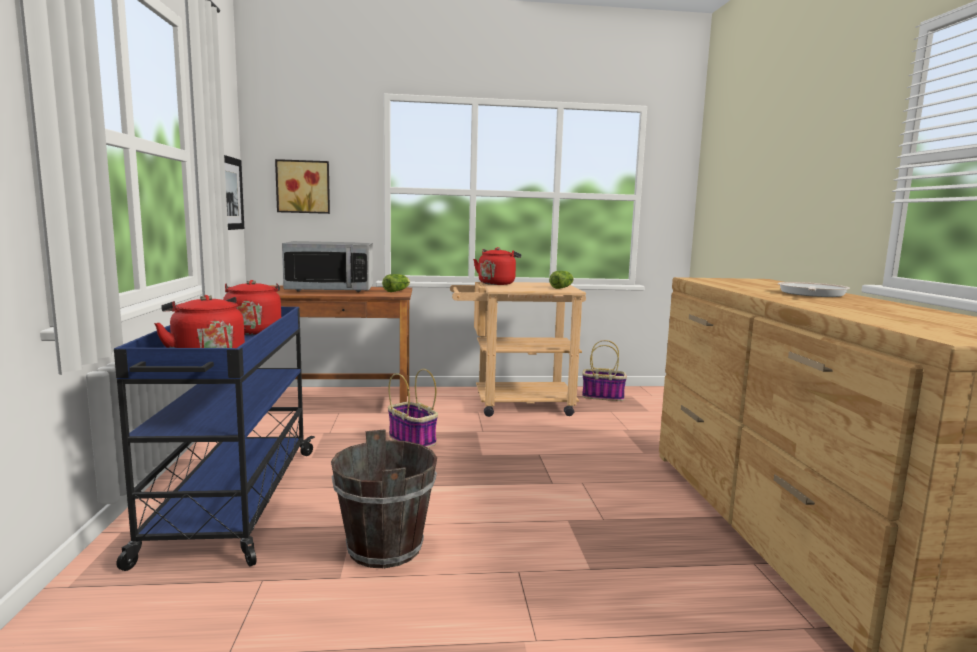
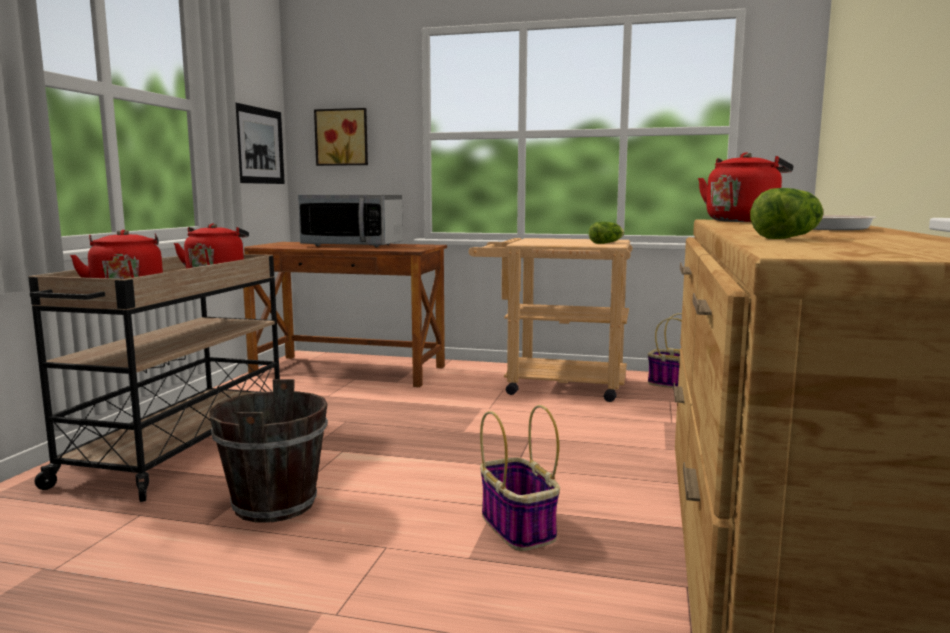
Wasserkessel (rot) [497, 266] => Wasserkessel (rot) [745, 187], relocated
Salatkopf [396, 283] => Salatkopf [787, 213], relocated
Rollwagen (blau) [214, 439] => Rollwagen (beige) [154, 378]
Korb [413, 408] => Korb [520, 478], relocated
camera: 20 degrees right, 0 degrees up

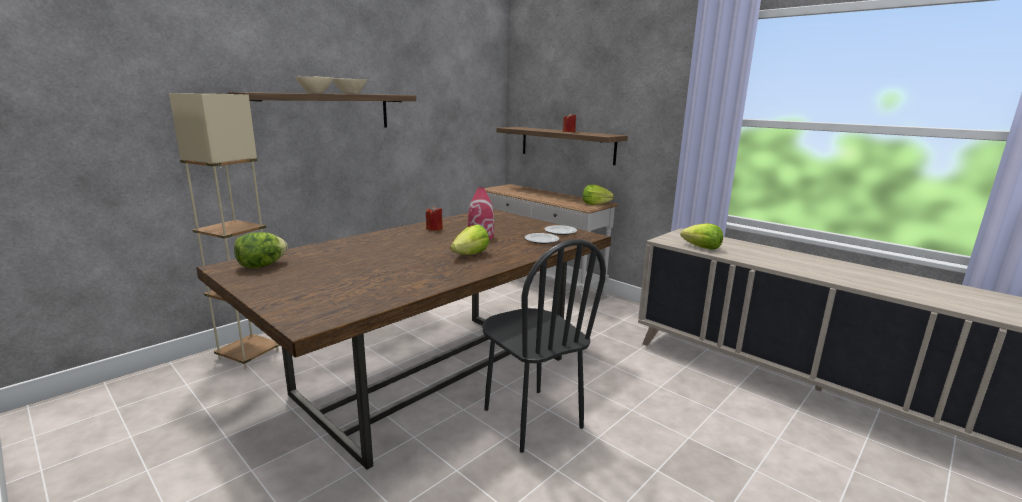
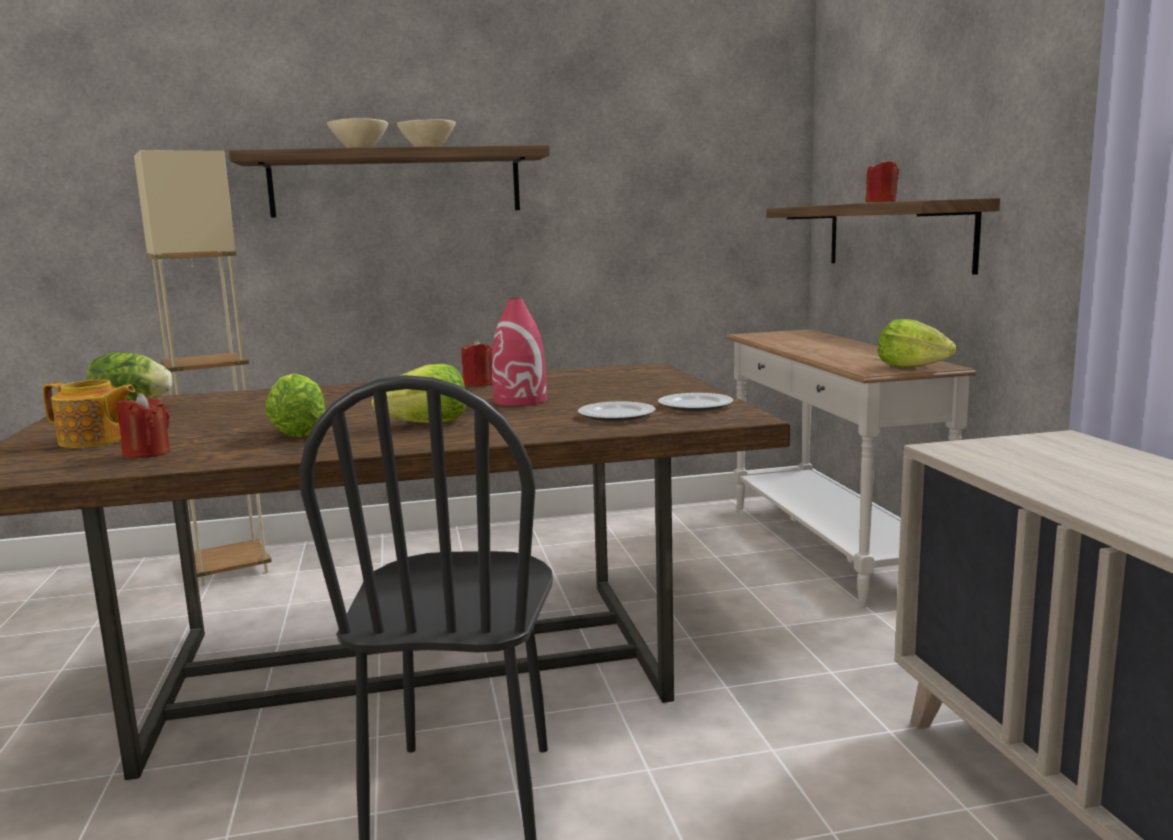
Salatkopf [701, 236] => Salatkopf [295, 405], relocated
nothing => Teekanne [89, 414]
nothing => Kerze (rot) [143, 425]
camera: 35 degrees right, 5 degrees down

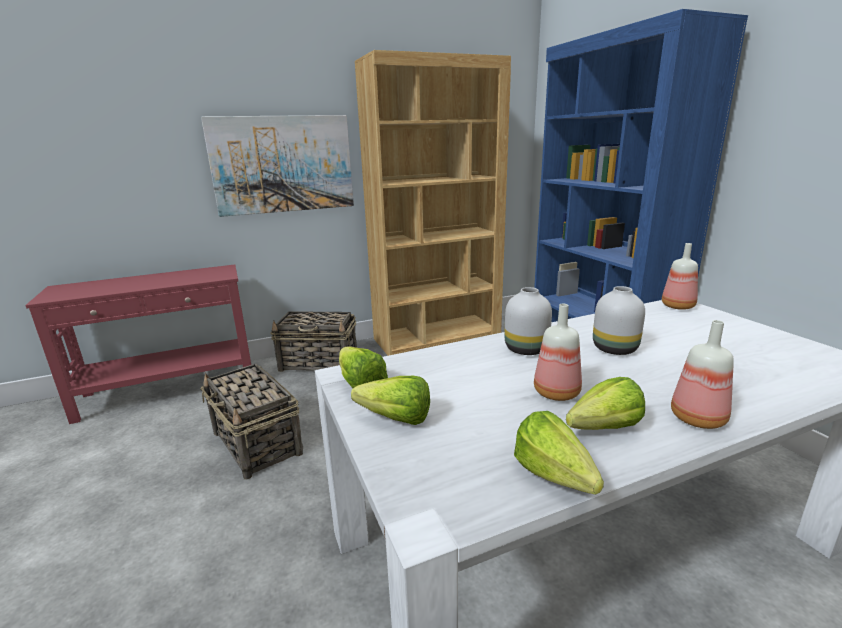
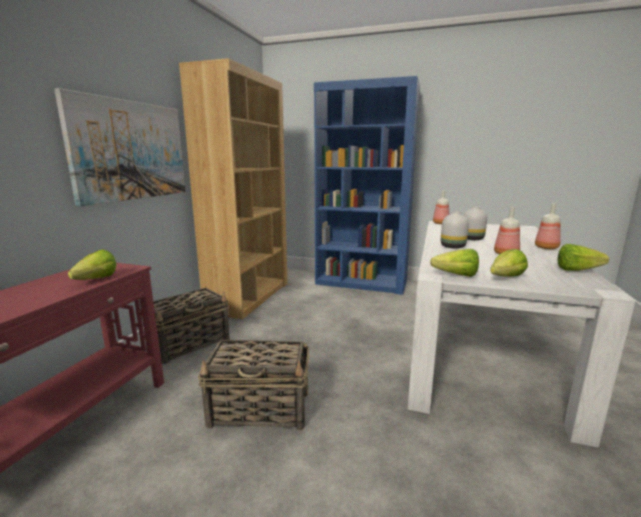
Salatkopf [605, 403] => Salatkopf [92, 264], relocated
camera: 50 degrees left, 5 degrees down

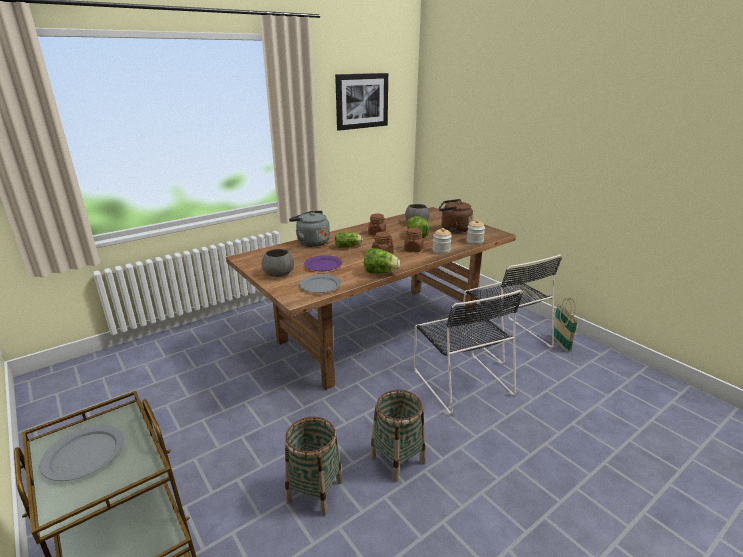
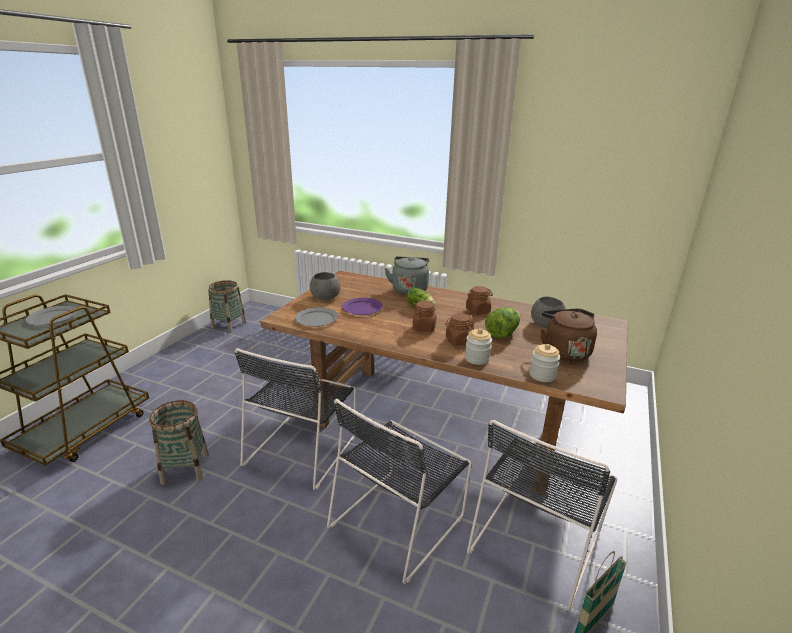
Bild [361, 102] => nothing
Salatkopf [382, 261] => nothing
Korb [397, 436] => Korb [227, 306], relocated
nothing => Stuhl (schwarz) [295, 419]
camera: 60 degrees right, 0 degrees up

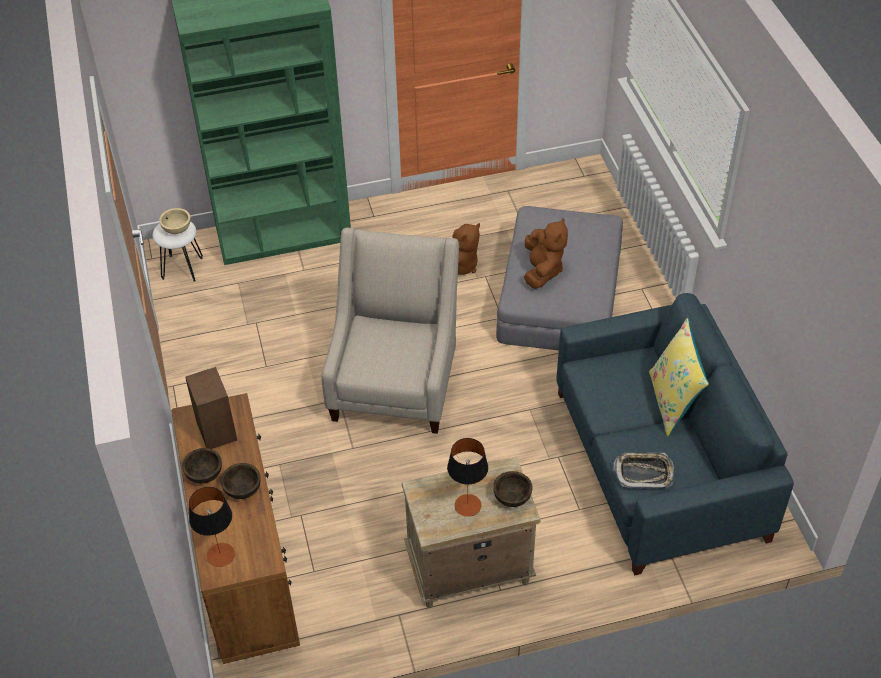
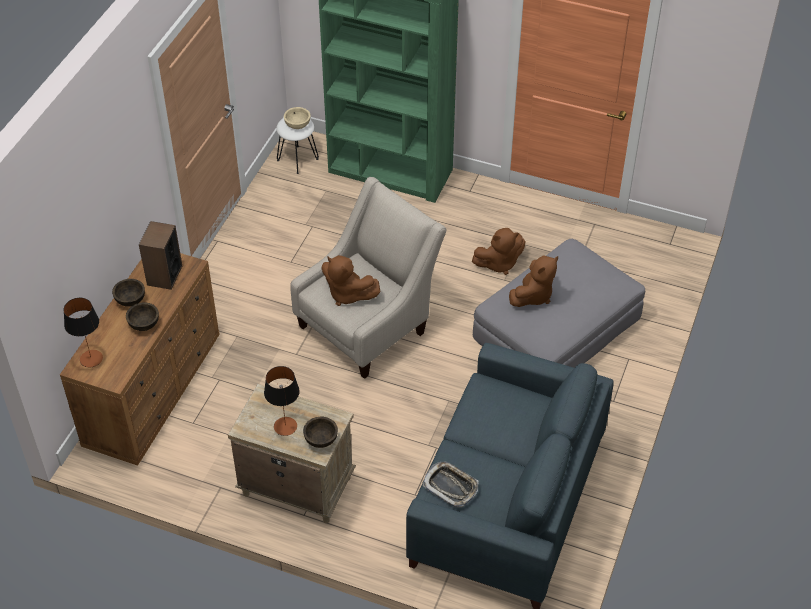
Kissen (gelb) [679, 377] => nothing
nothing => Plüschtier (braun) [350, 280]
camera: 35 degrees right, 0 degrees up

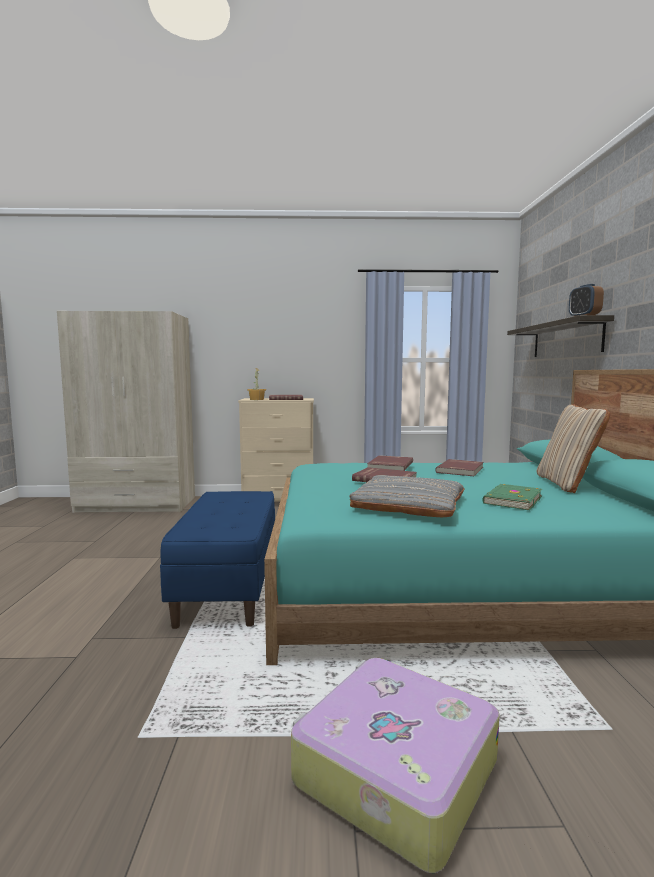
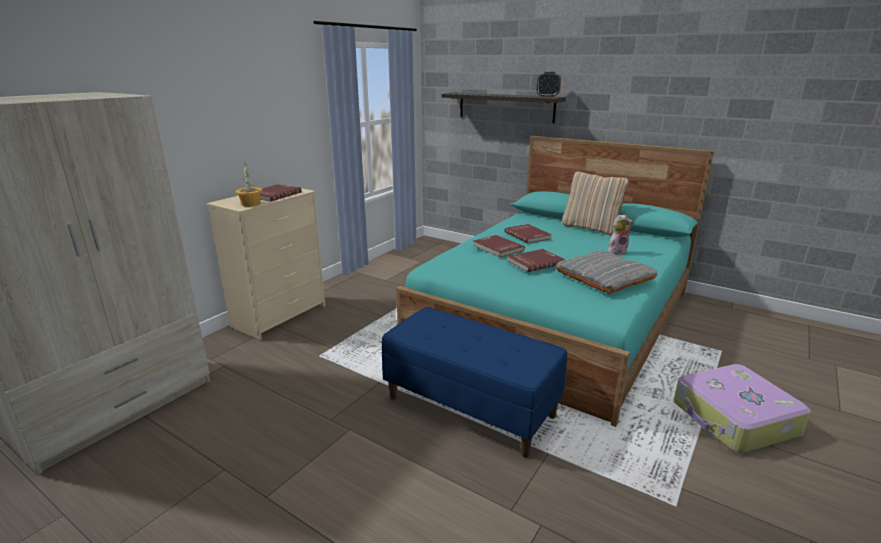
Buch (grün) [512, 497] => Plüschtier [621, 234]
camera: 55 degrees left, 15 degrees up

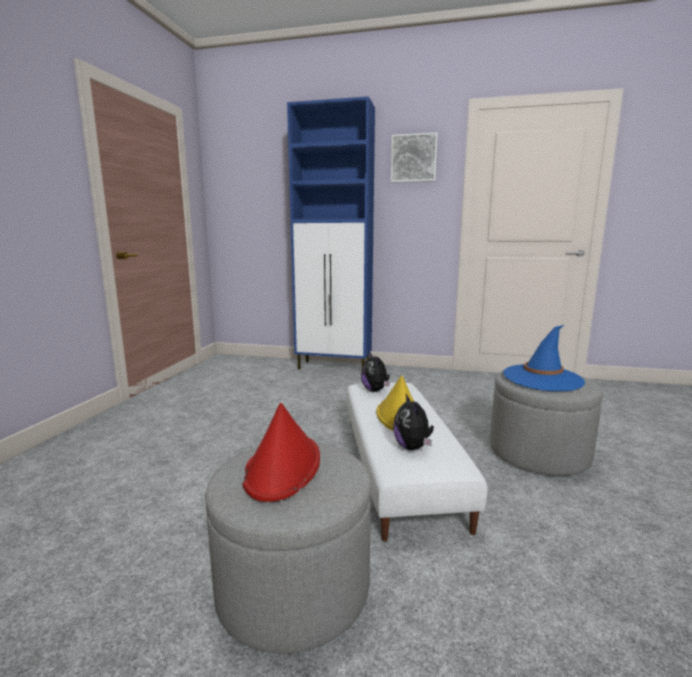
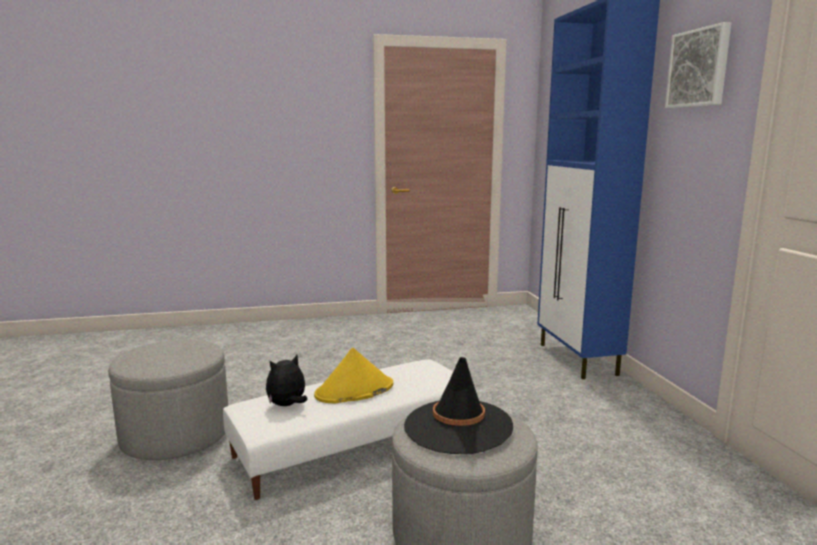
Hut (blau) [544, 358] => Hut (schwarz) [458, 405]
Plüschtier [375, 372] => nothing
Hut (rot) [281, 452] => nothing
camera: 65 degrees right, 0 degrees up

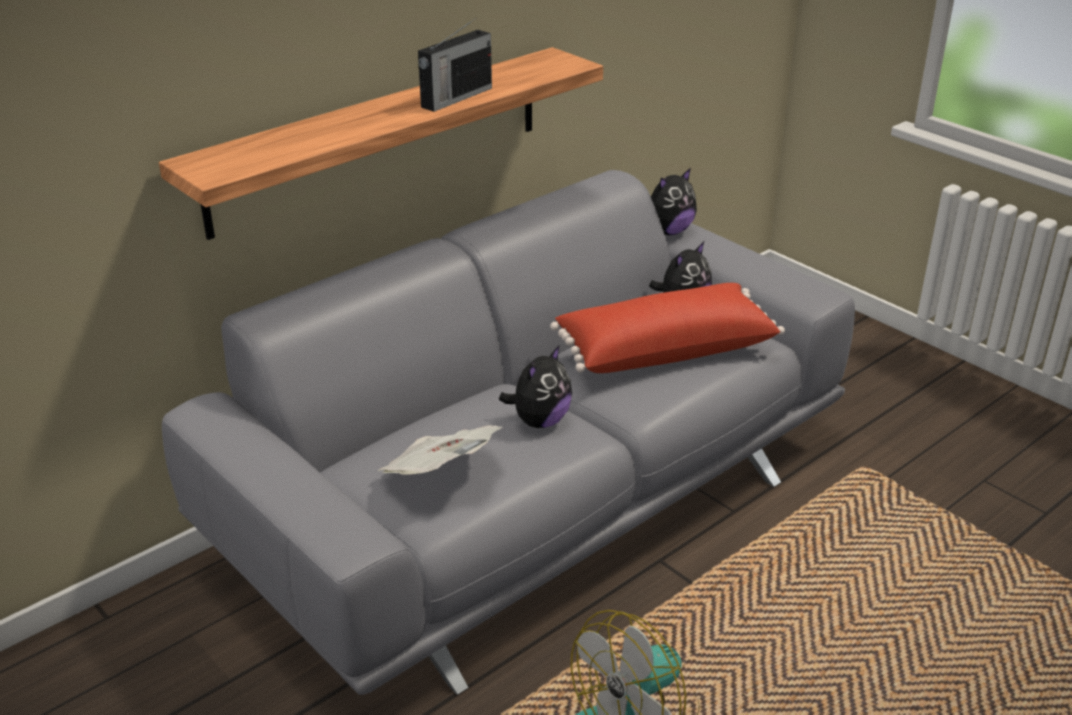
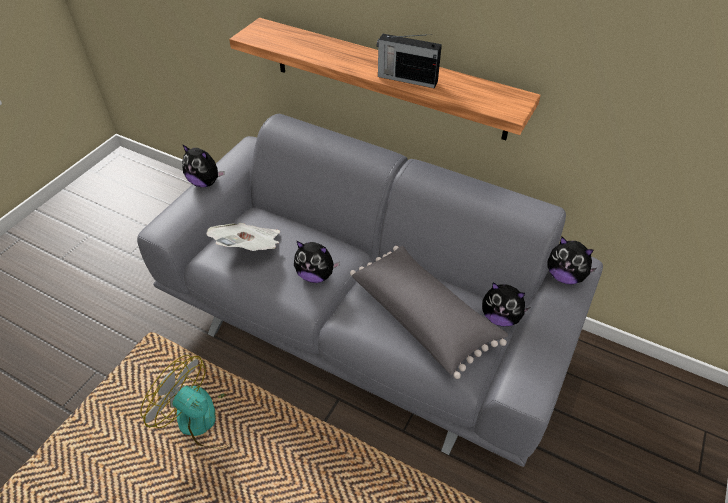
Kissen (rot) [667, 328] => Kissen (grau) [429, 312]
nothing => Plüschtier [203, 165]
camera: 70 degrees right, 15 degrees up

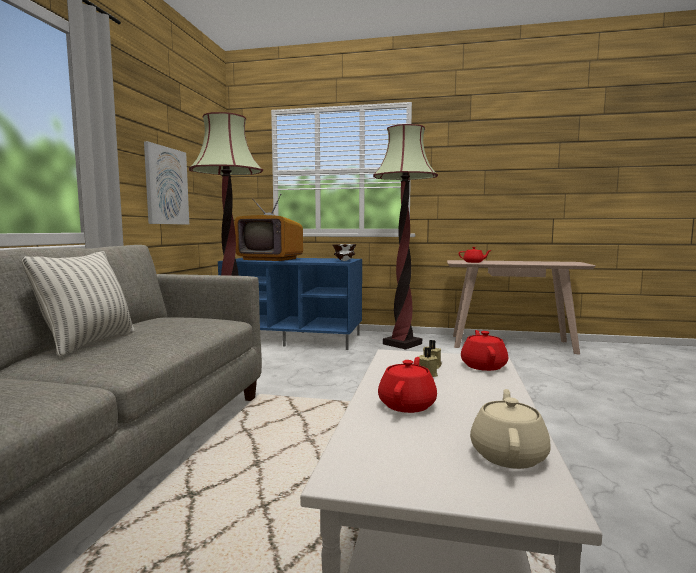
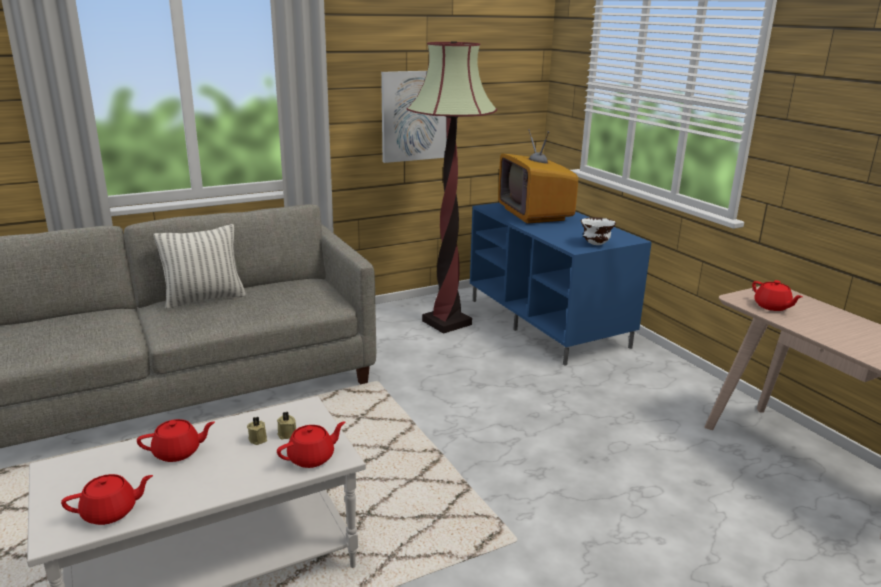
Stehlampe [405, 237] => nothing
Teekanne (beige) [510, 429] => Teekanne (rot) [107, 499]
camera: 50 degrees right, 15 degrees up

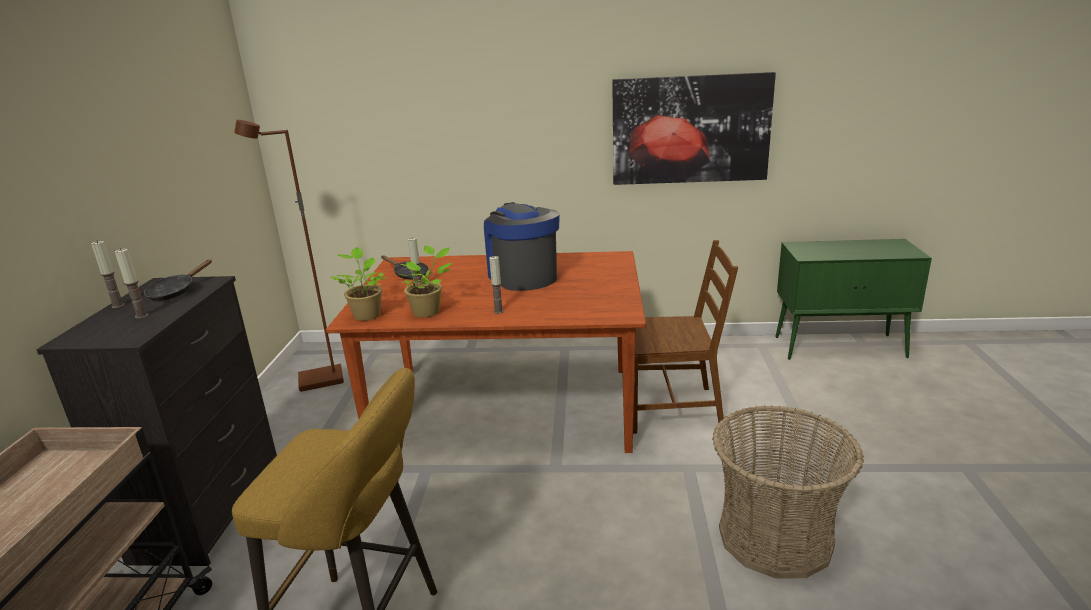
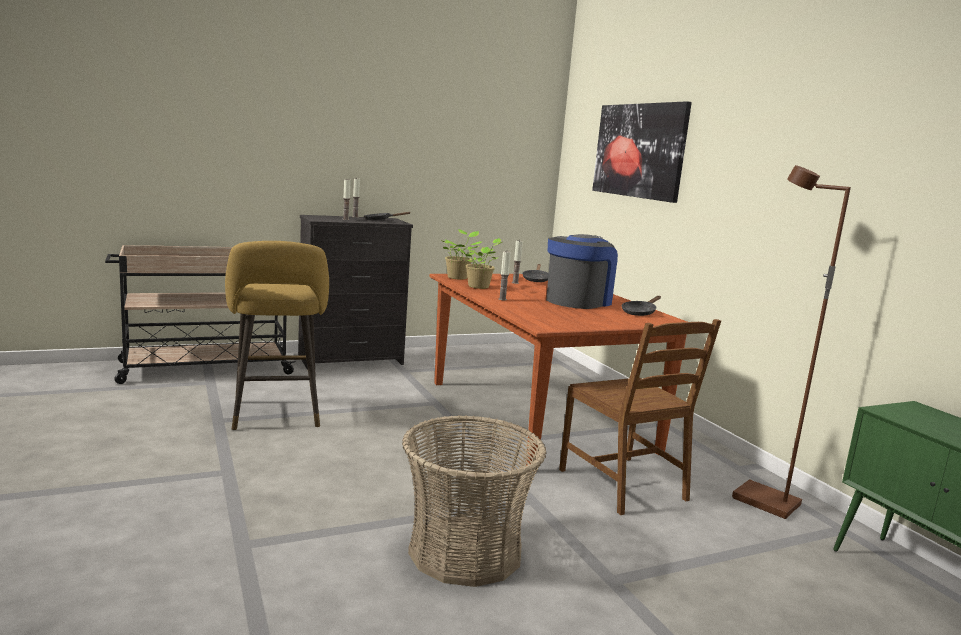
Bild [694, 128] => Bild [642, 152], relocated
Stehlampe (braun) [289, 256] => Stehlampe (braun) [791, 342], relocated
nothing => Pfanne (schwarz) [641, 306]
camera: 60 degrees right, 10 degrees down

